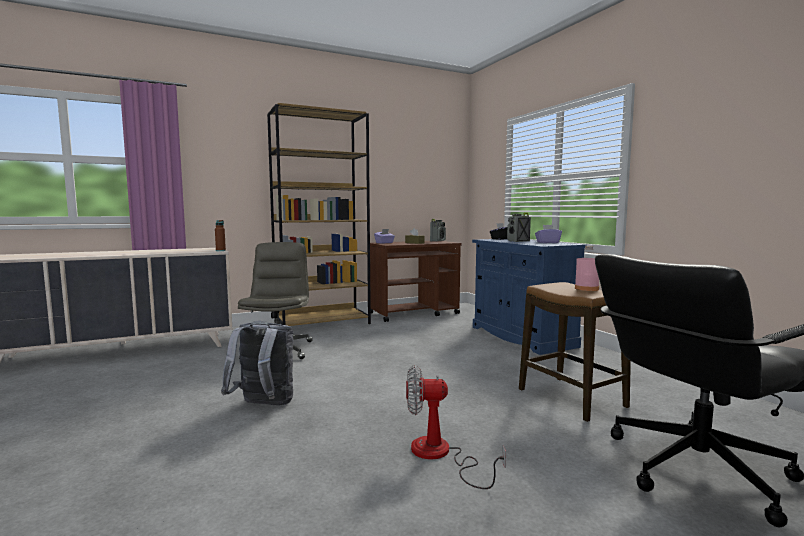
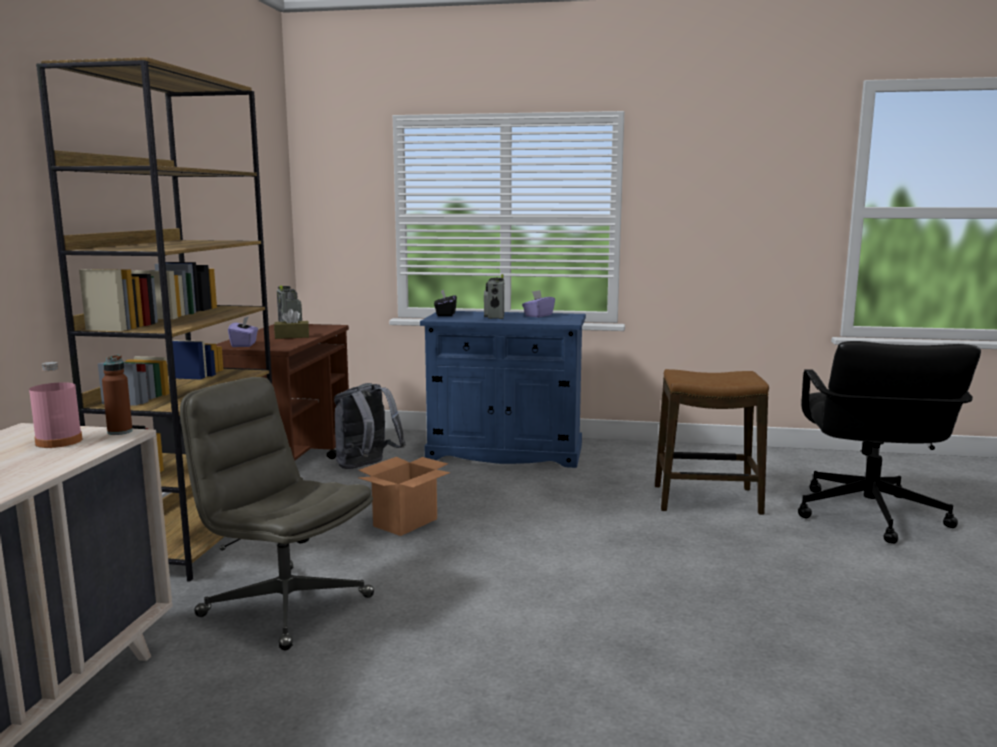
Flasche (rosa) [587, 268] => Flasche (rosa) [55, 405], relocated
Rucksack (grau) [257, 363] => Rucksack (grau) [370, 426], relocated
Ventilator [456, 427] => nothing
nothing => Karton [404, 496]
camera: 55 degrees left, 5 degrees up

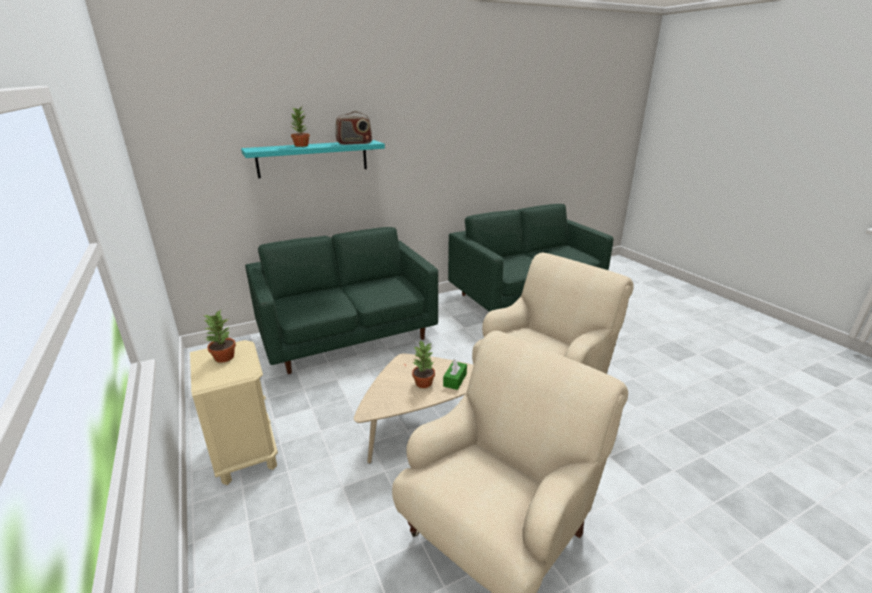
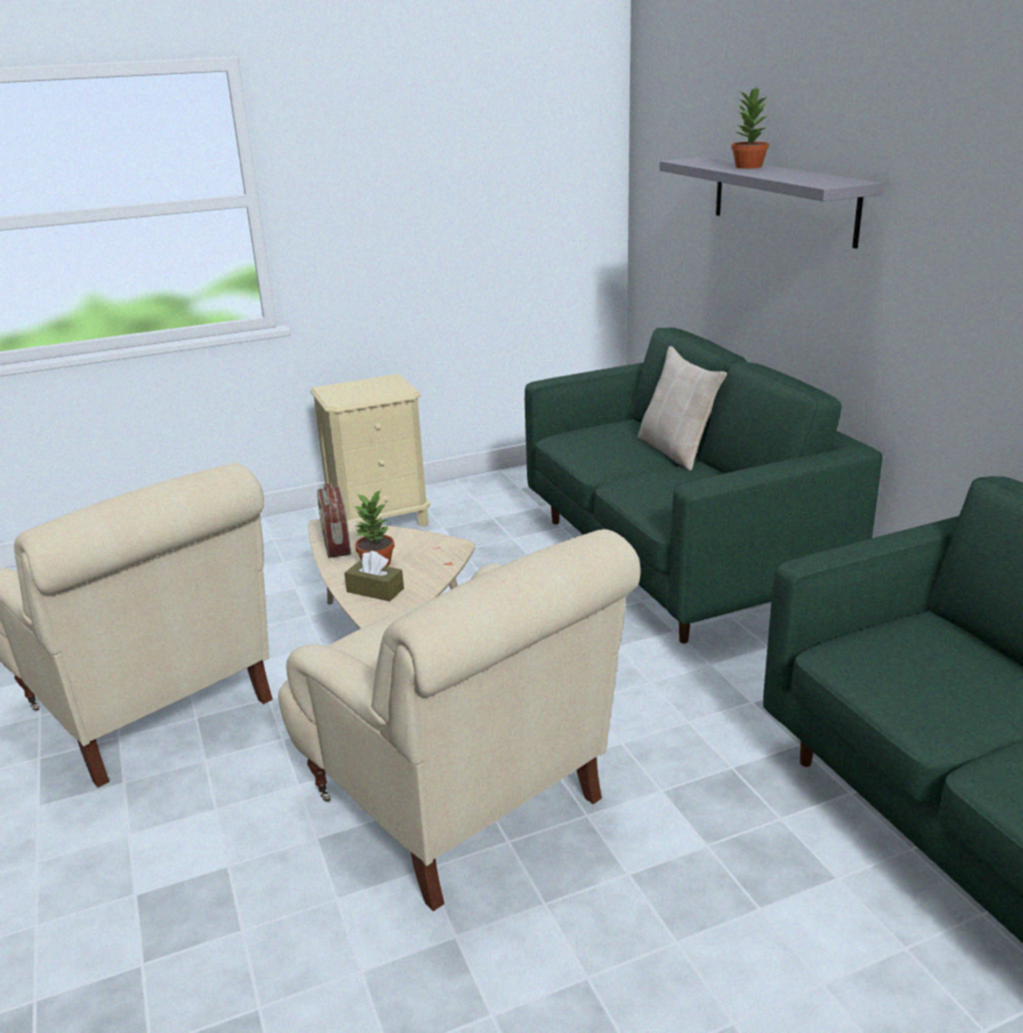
Radio [353, 128] => Radio [334, 520], relocated
Wandregal (türkis) [313, 159] => Wandregal (grau) [770, 202]
Topfpflanze [220, 336] => nothing
Taschentuchbox (grün) [455, 374] => Taschentuchbox (braun) [374, 576]
nothing => Kissen (beige) [682, 408]
camera: 95 degrees right, 0 degrees up

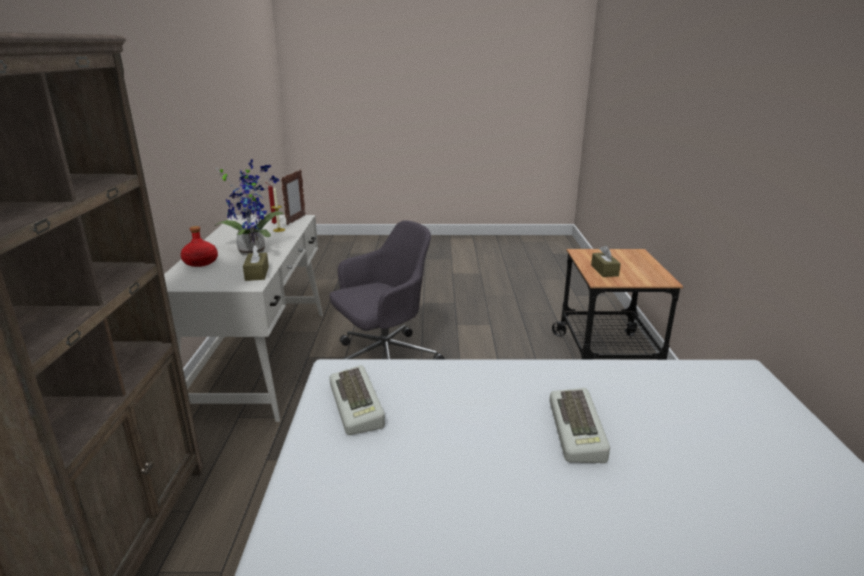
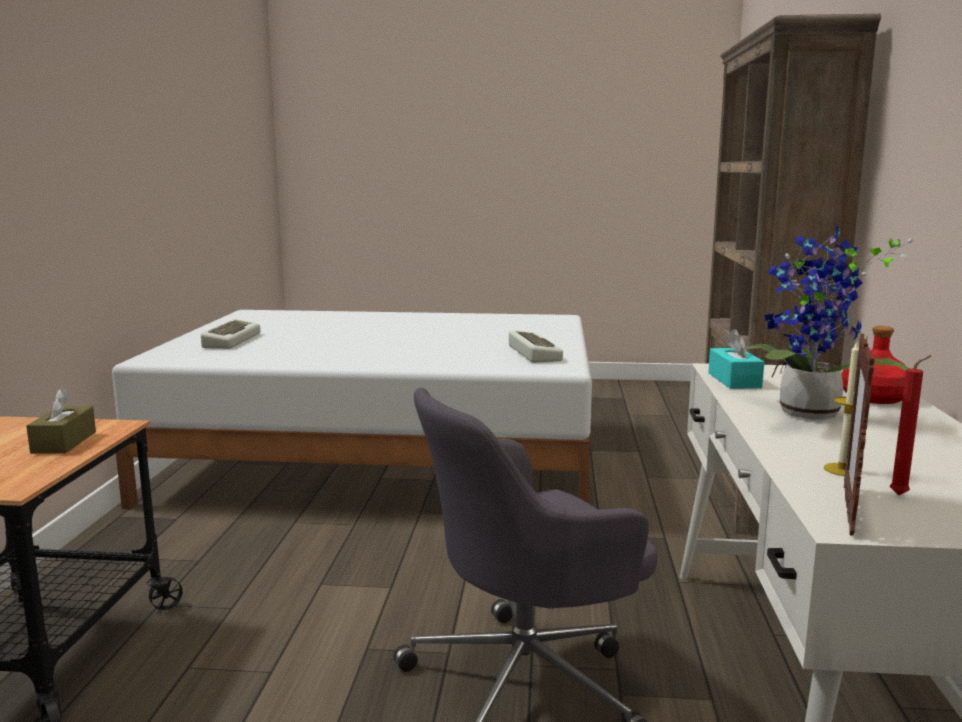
Taschentuchbox (braun) [256, 263] => Taschentuchbox (türkis) [736, 359]
Tastatur [580, 425] => Tastatur [230, 334], relocated
camera: 175 degrees left, 10 degrees down

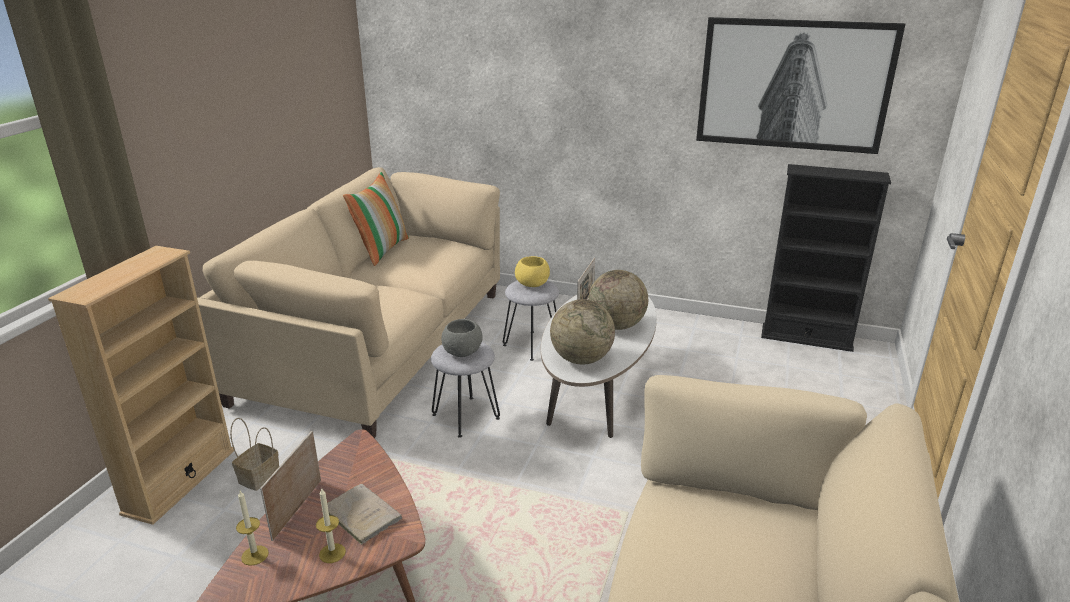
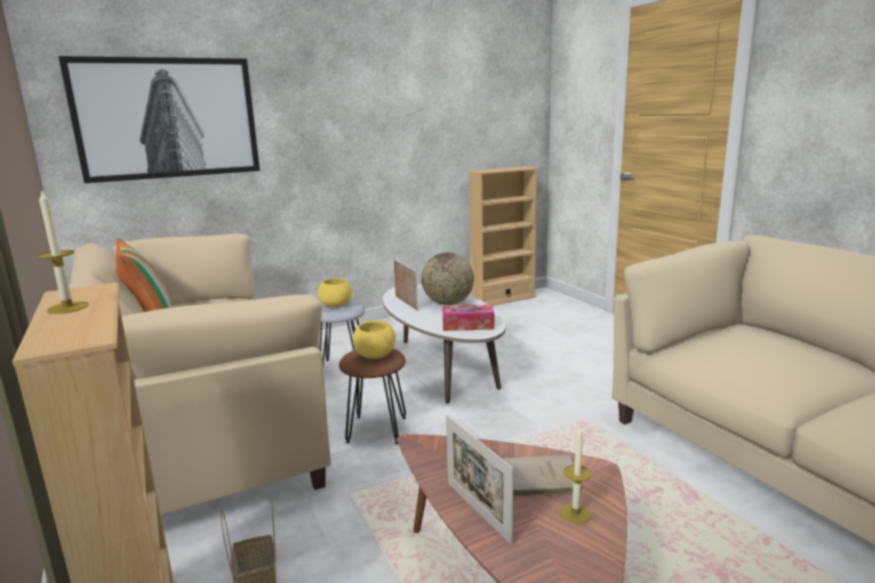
Bild [800, 85] => Bild [159, 119], relocated
Bücherregal (schwarz) [826, 258] => Bücherregal (beige) [503, 236]
Globus [582, 331] => Taschentuchbox [468, 317]
Schüssel (grau) [462, 338] => Schüssel (gelb) [374, 339]
Hocker (grau) [465, 390] => Hocker (braun) [372, 396]
Kerze [252, 528] => Kerze [63, 251], relocated
camera: 45 degrees left, 10 degrees down

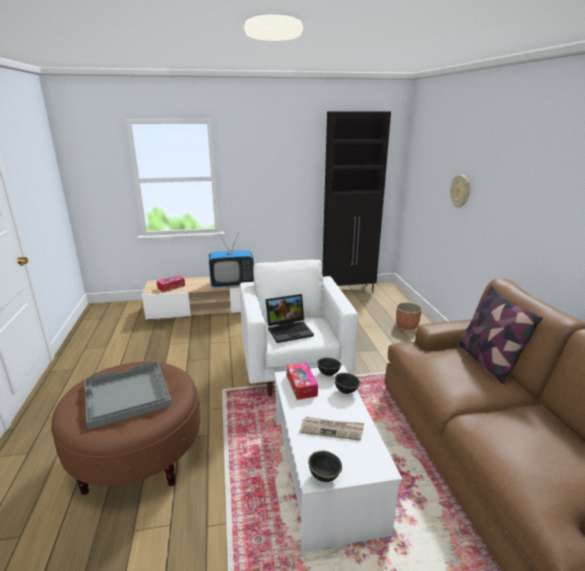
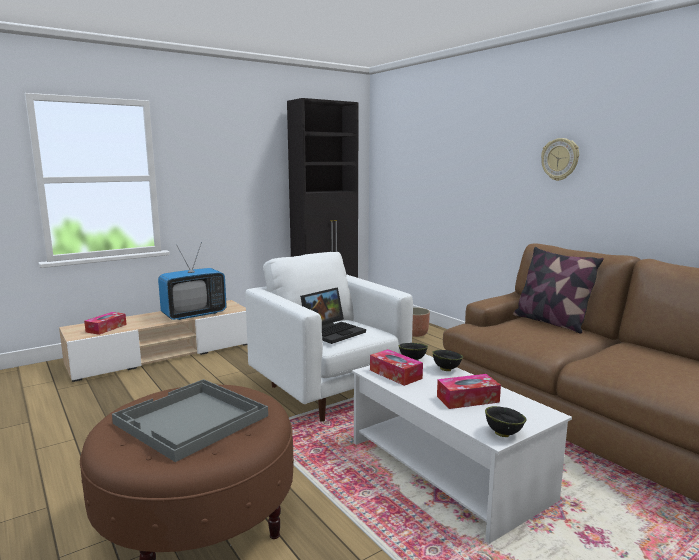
Wanduhr [460, 191] => Wanduhr [560, 159], relocated
Zeitung [332, 428] => Taschentuchbox [469, 391]
camera: 25 degrees left, 10 degrees down

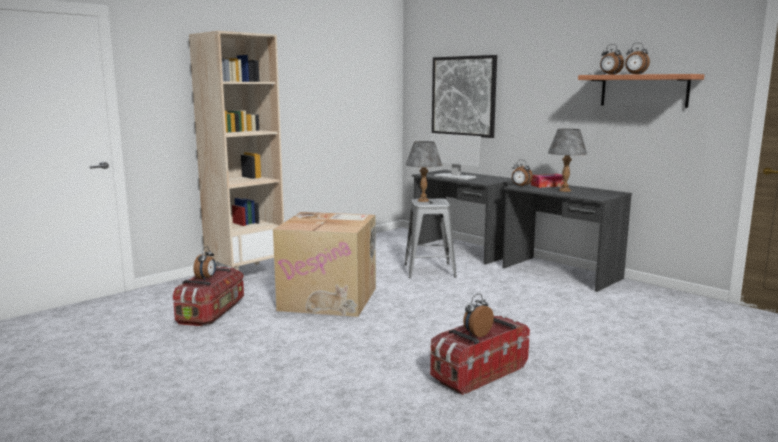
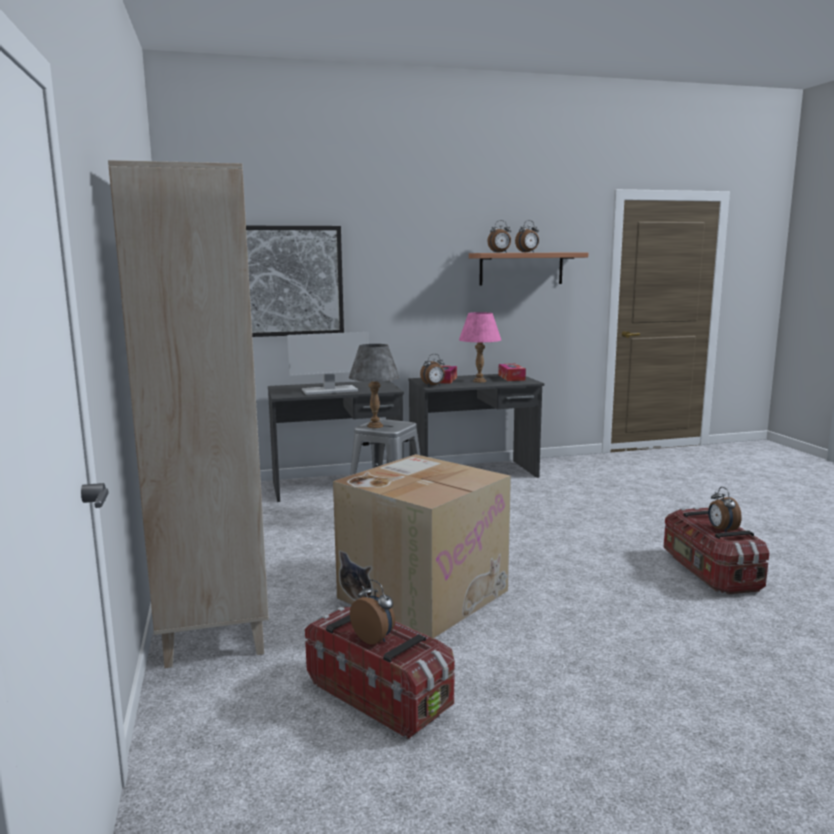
Tischlampe (grau) [567, 160] => Tischlampe (rosa) [480, 347]
nothing => Taschentuchbox [512, 372]
camera: 60 degrees left, 0 degrees up

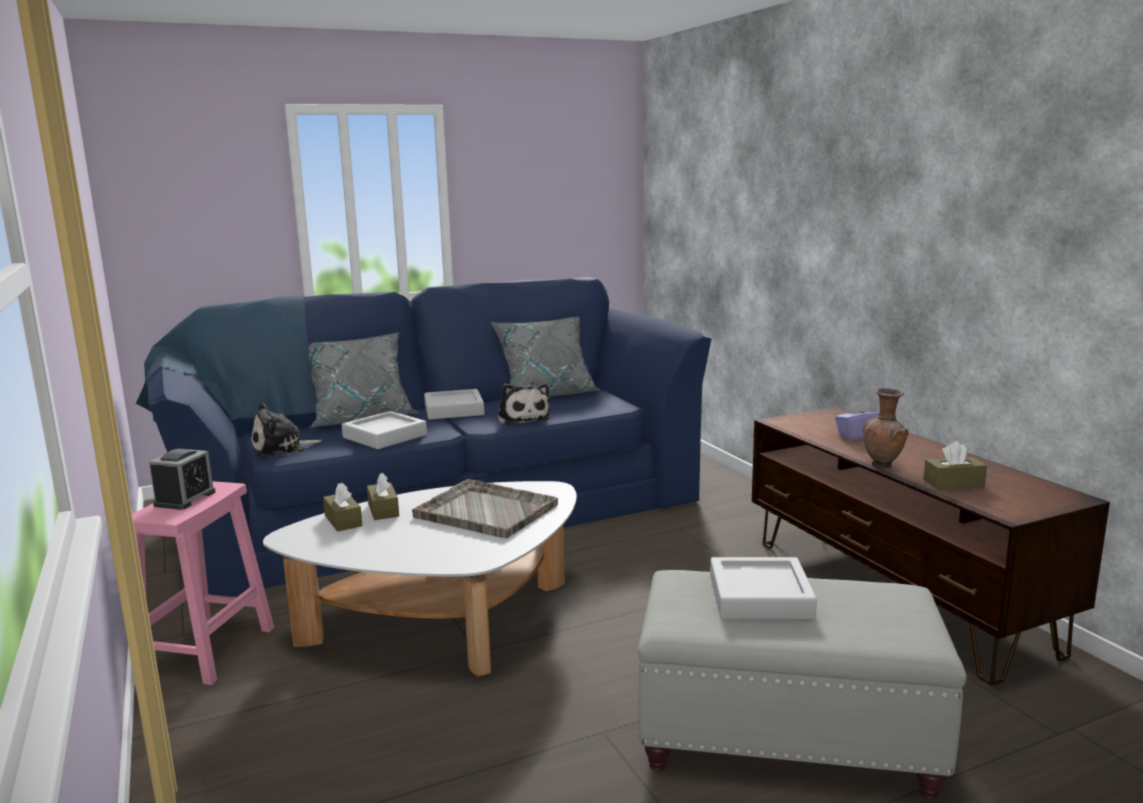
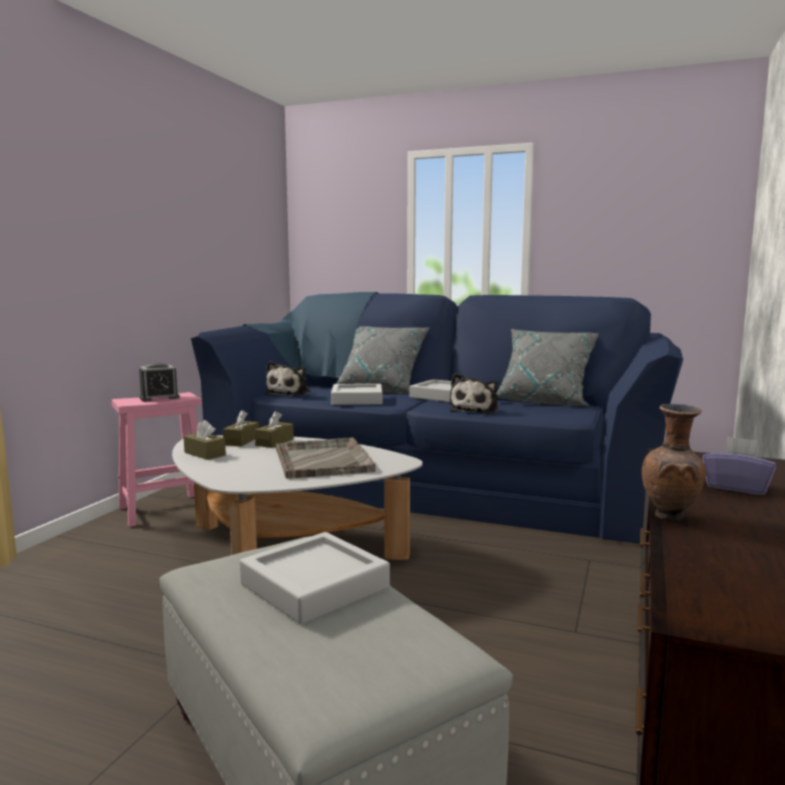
Plüschtier [286, 430] => Plüschtier [288, 378], 90 degrees counterclockwise
Taschentuchbox (braun) [955, 465] => Taschentuchbox (braun) [205, 440], relocated
camera: 45 degrees right, 5 degrees down

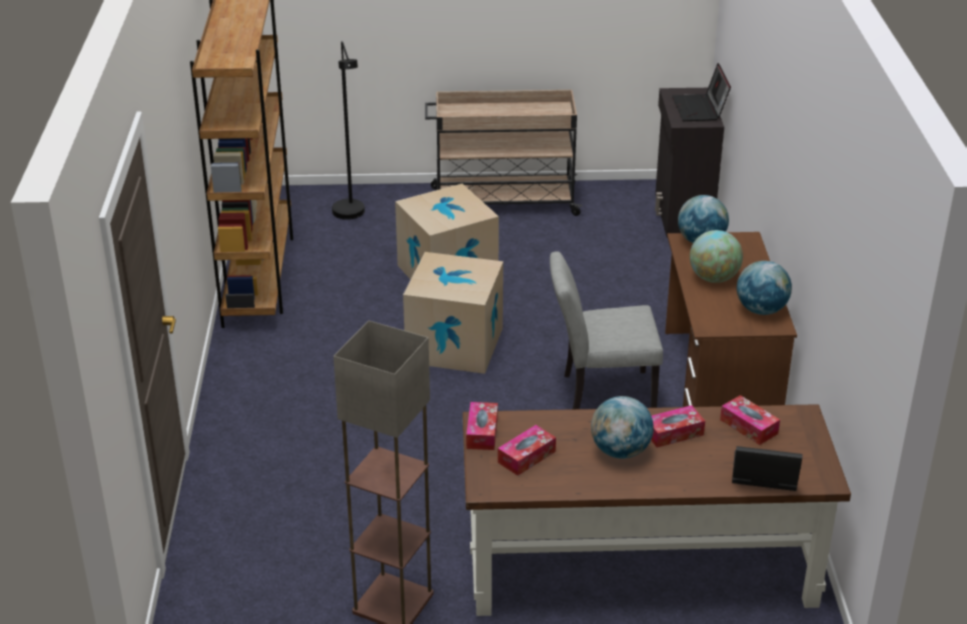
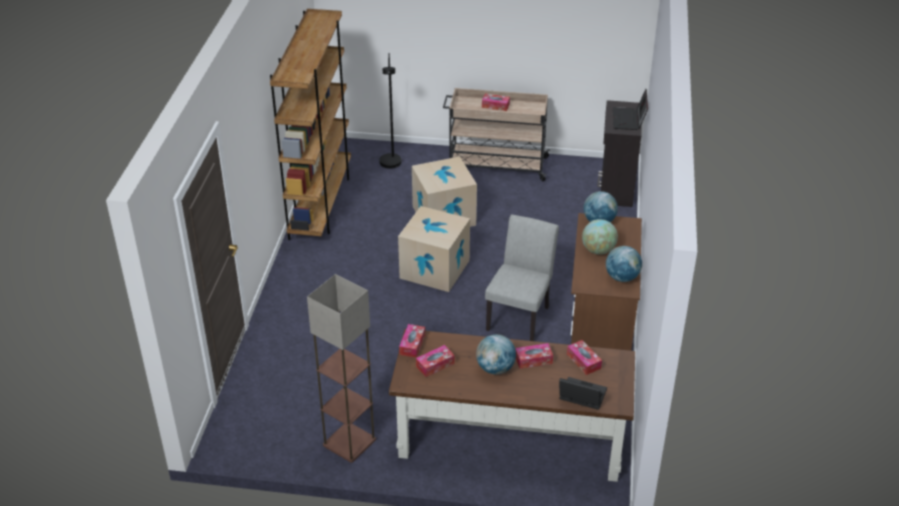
Stuhl (grau) [606, 330] => Stuhl (grau) [522, 278], 105 degrees clockwise
nothing => Taschentuchbox [496, 102]
camera: 10 degrees right, 5 degrees up

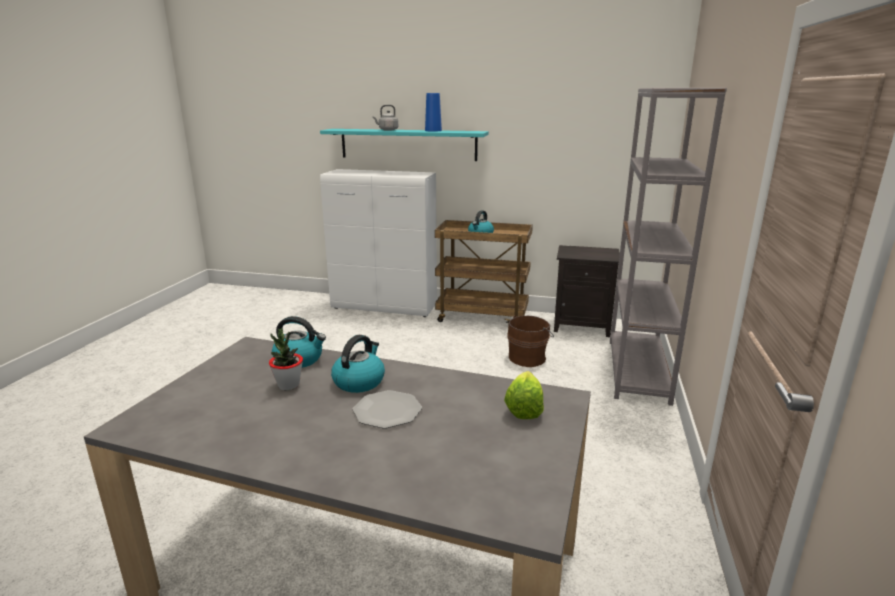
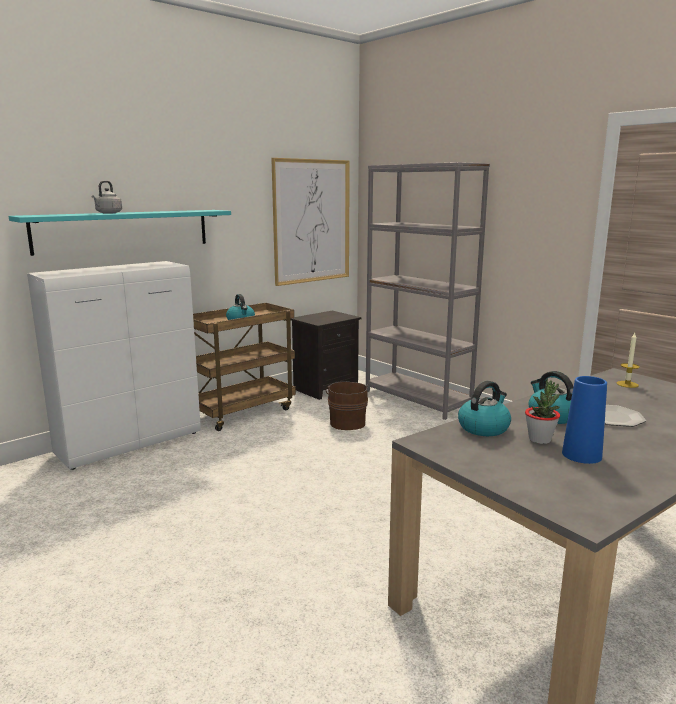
Vase (blau) [433, 112] => Vase (blau) [584, 420], relocated
Salatkopf [524, 395] => Kerze [628, 360]
nothing => Bild [310, 222]
camera: 55 degrees left, 5 degrees down

